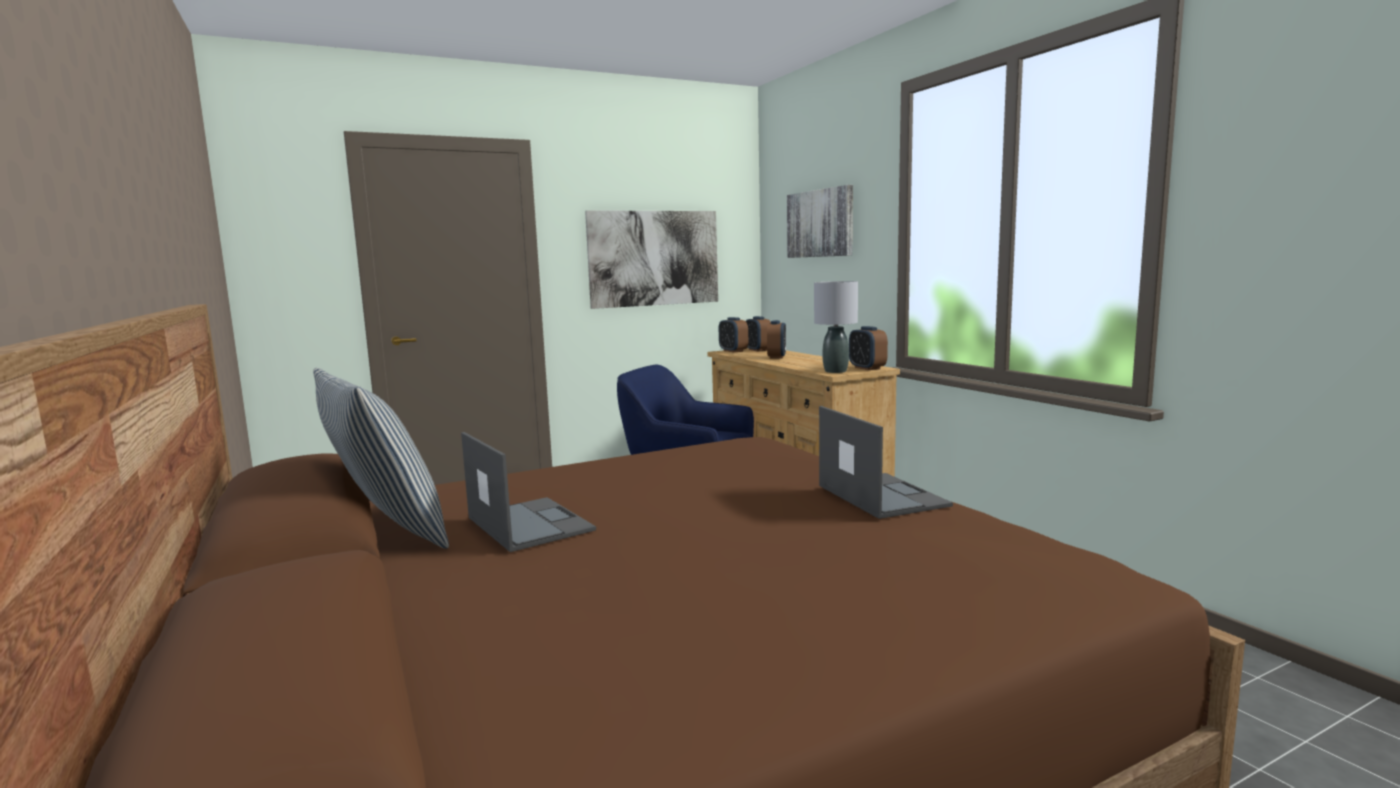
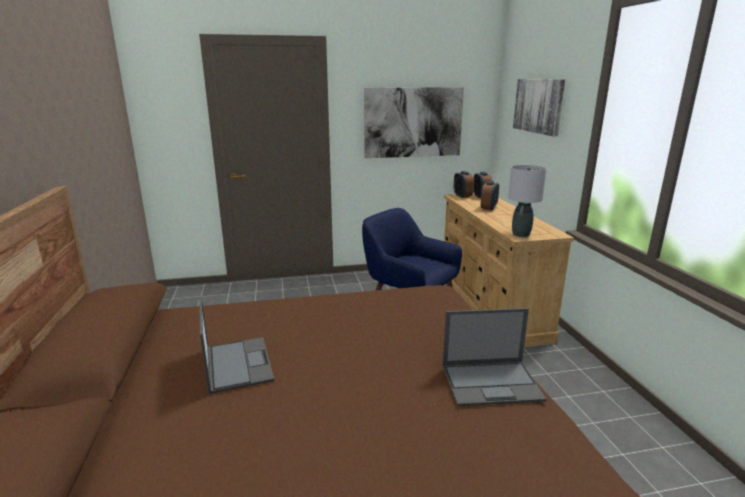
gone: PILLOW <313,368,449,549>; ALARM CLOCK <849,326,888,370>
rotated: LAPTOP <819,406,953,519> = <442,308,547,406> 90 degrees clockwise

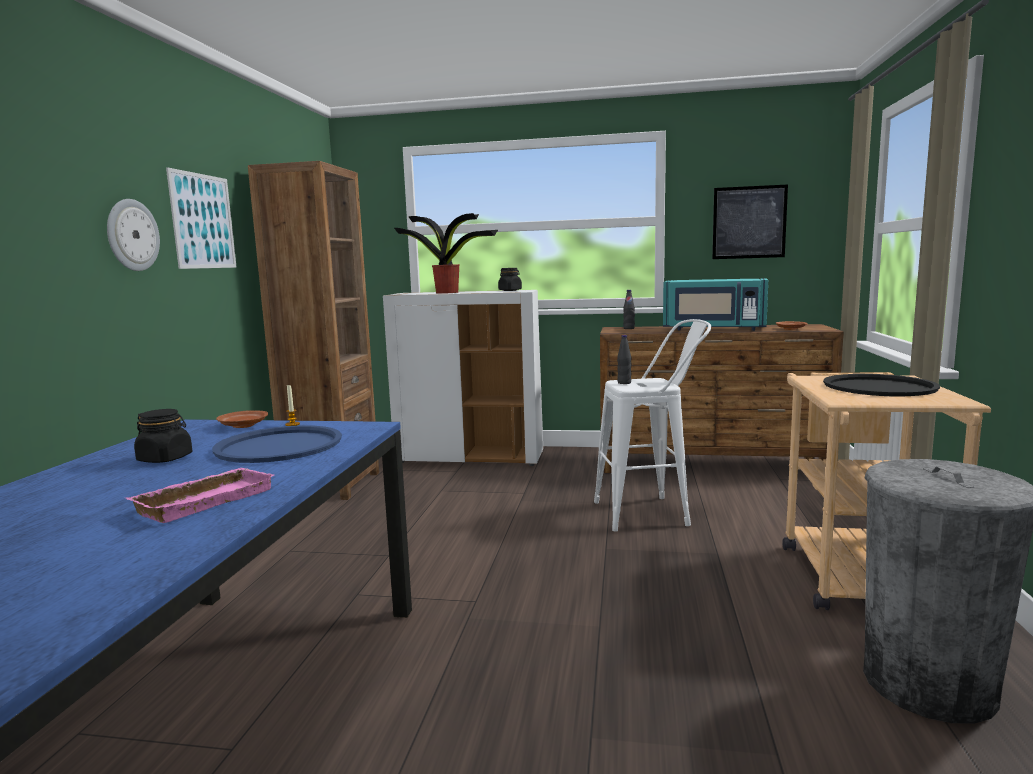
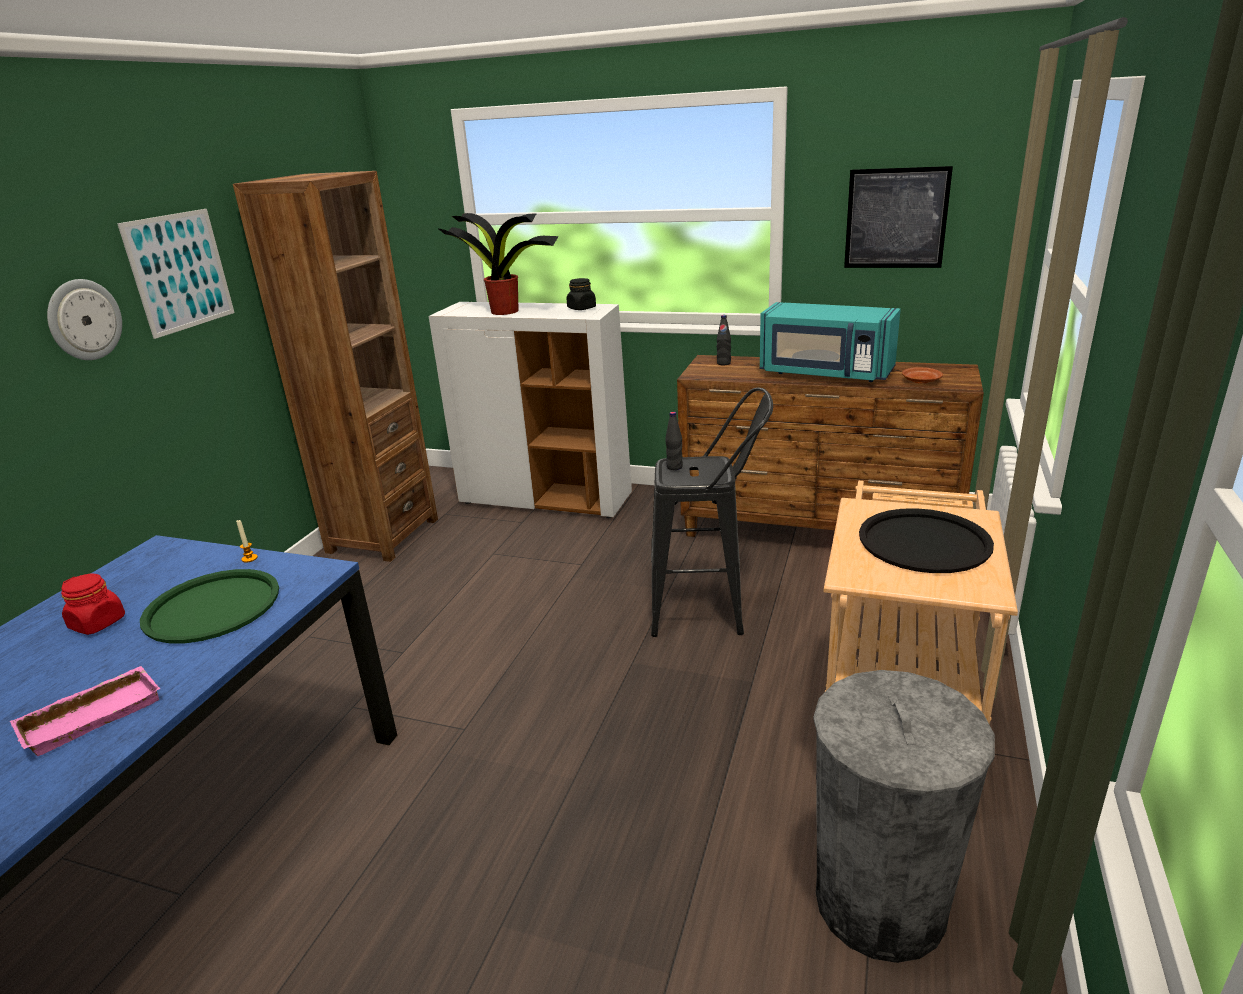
gone: BROWN PLATE <216,410,268,428>
repainted: BLACK JAR <134,409,192,463> to RED JAR <61,574,125,635>; BLUE TRAY <212,425,342,463> to GREEN TRAY <140,569,279,643>; WHITE STOOL <594,319,711,532> to BLACK STOOL <651,388,773,637>

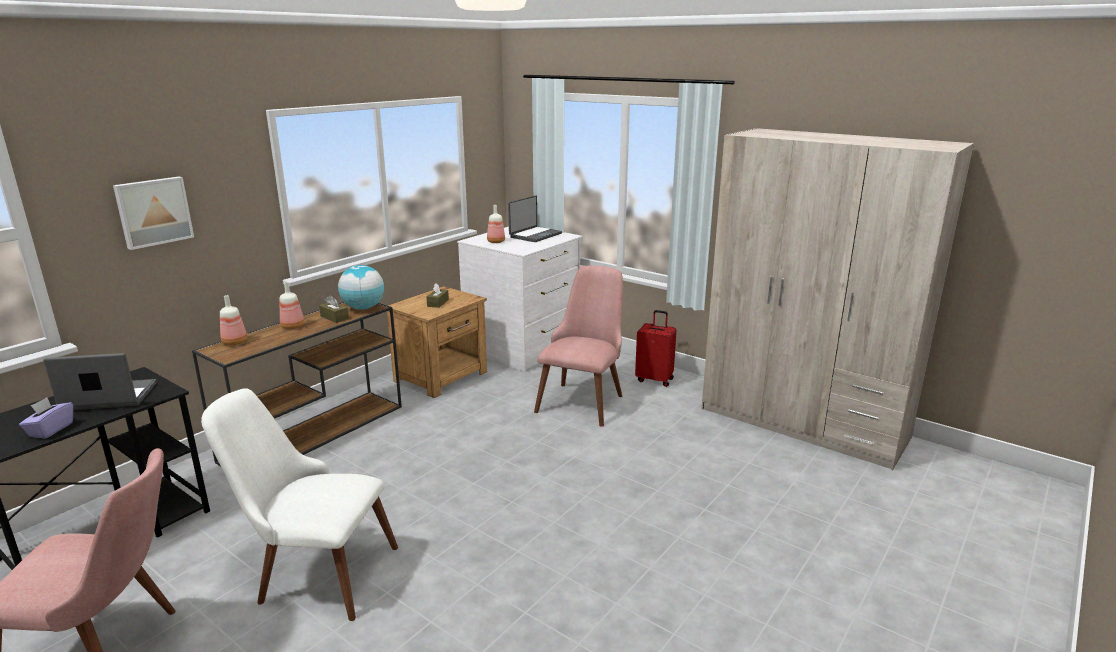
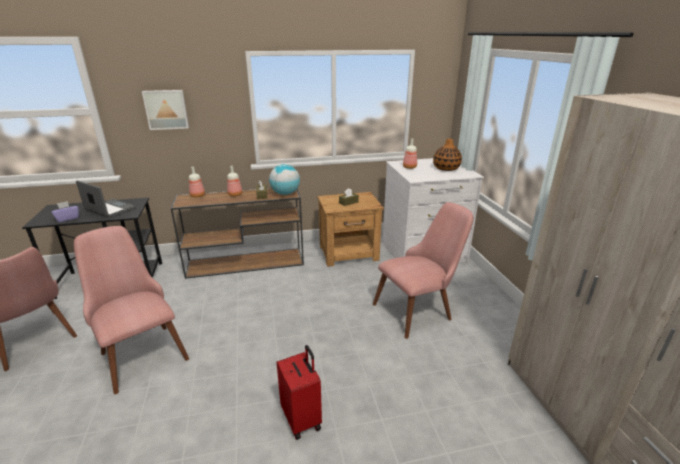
shifted: RED SUITCASE <635,310,677,387> to <277,345,322,440>
swapped: LAPTOP <508,195,562,242> to VASE <433,139,462,171>
repainted: WHITE CHAIR <201,388,398,621> to PINK CHAIR <74,226,189,394>

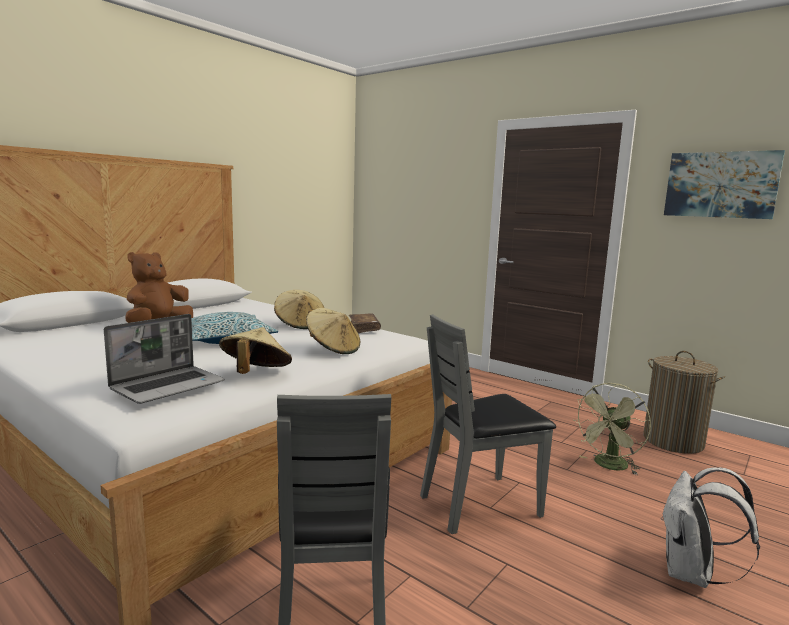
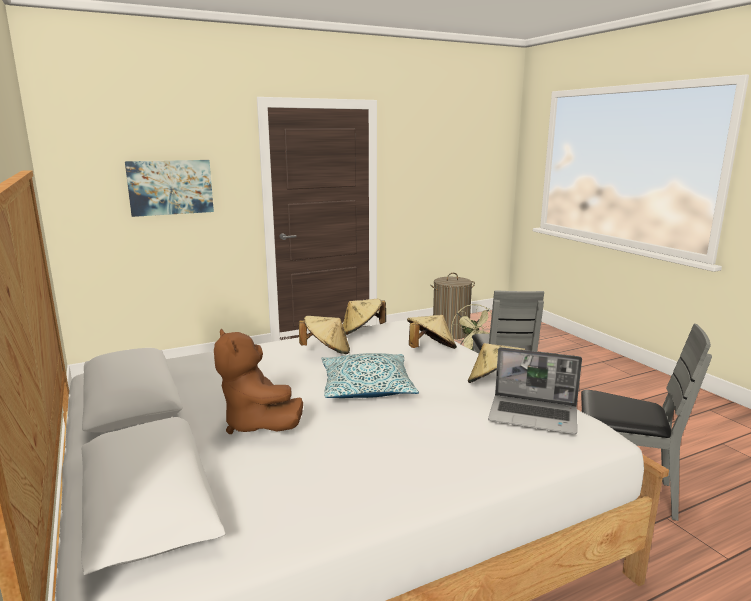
gone: WHITE BACKPACK <661,467,760,588>
shifted: PICTURE <664,150,785,219> to <125,160,214,217>
swapped: BROWN BOOK <349,313,381,333> to BEIGE HAT <343,299,386,335>
rotated: LAPTOP <104,314,225,404> = <488,347,582,434> 135 degrees clockwise

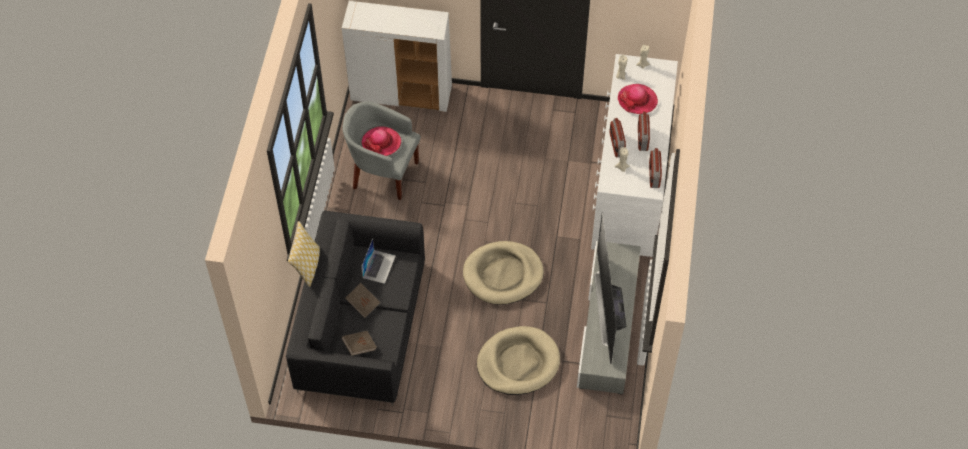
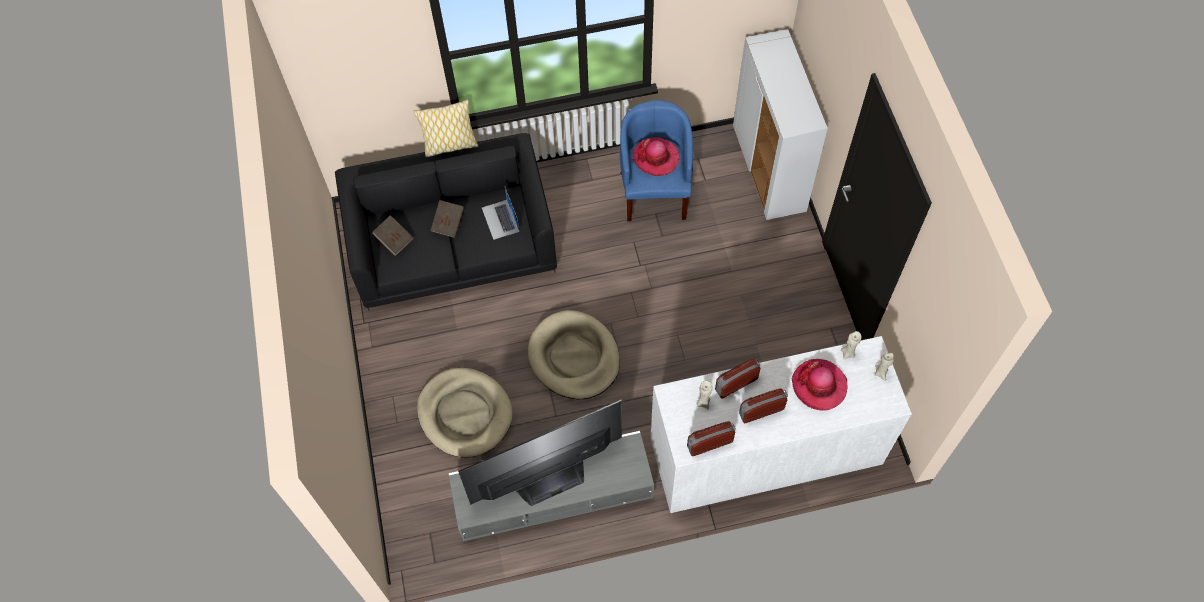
repainted: GREY ARMCHAIR <342,101,421,200> to BLUE ARMCHAIR <620,100,693,221>
rotated: LAPTOP <361,239,396,284> = <482,188,519,240> 75 degrees clockwise

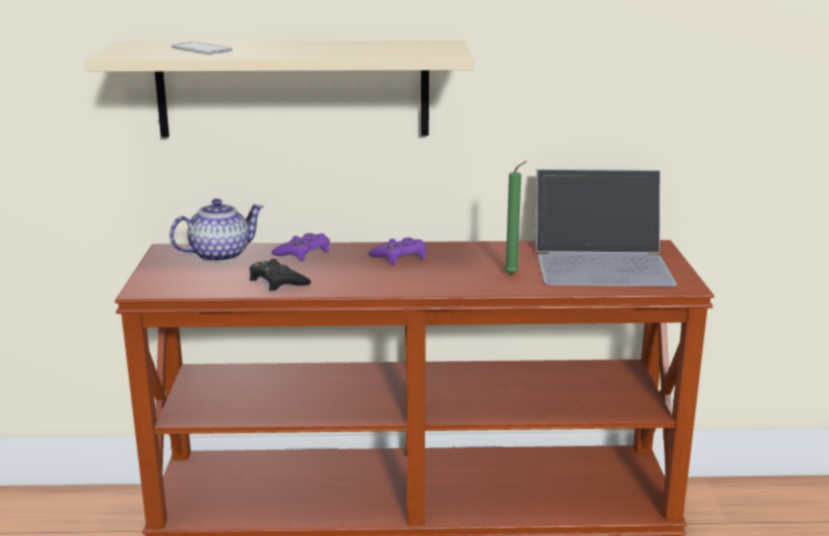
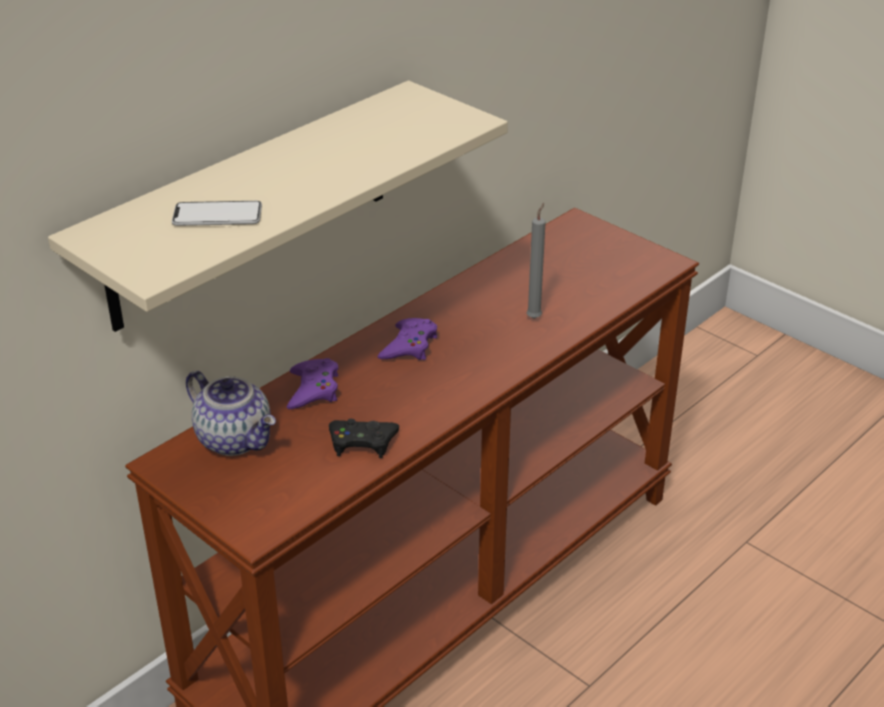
gone: LAPTOP <534,169,677,286>
repainted: GREEN CANDLE <504,161,527,275> to GREY CANDLE <526,203,546,319>
rotated: TEAPOT <170,199,264,262> = <186,371,276,456> 120 degrees clockwise

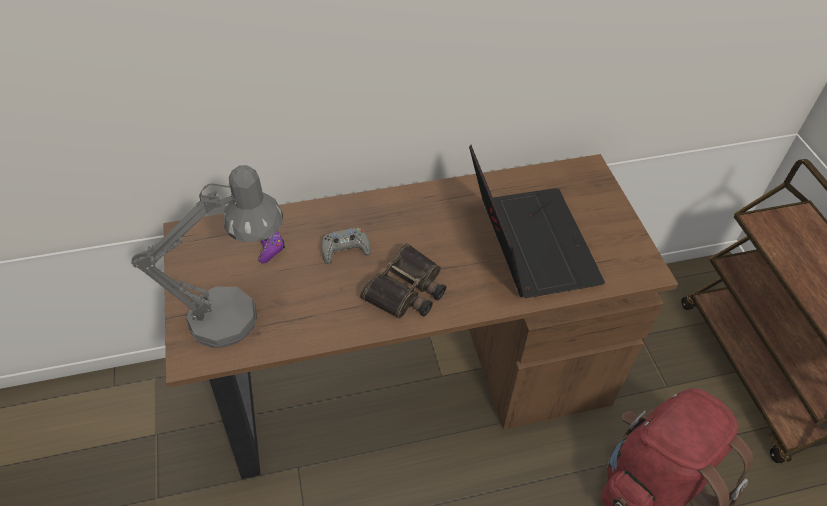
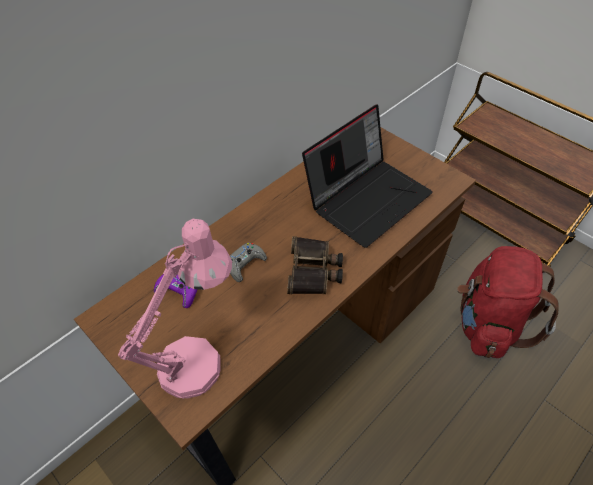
repainted: GREY TABLE LAMP <131,165,283,348> to PINK TABLE LAMP <118,219,232,399>
rotated: LAPTOP <469,145,605,298> = <302,104,433,248> 90 degrees clockwise

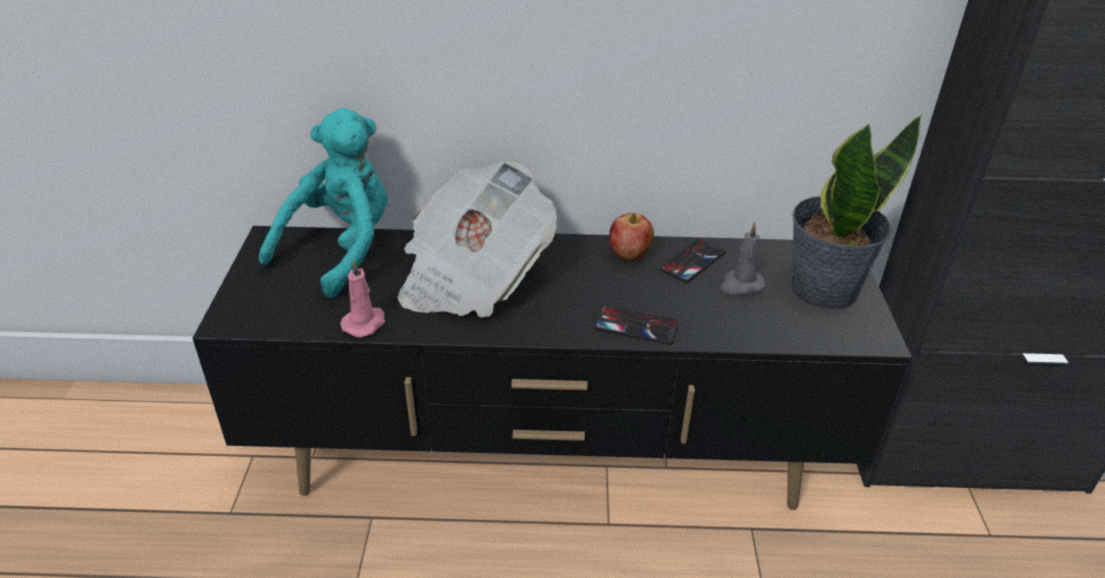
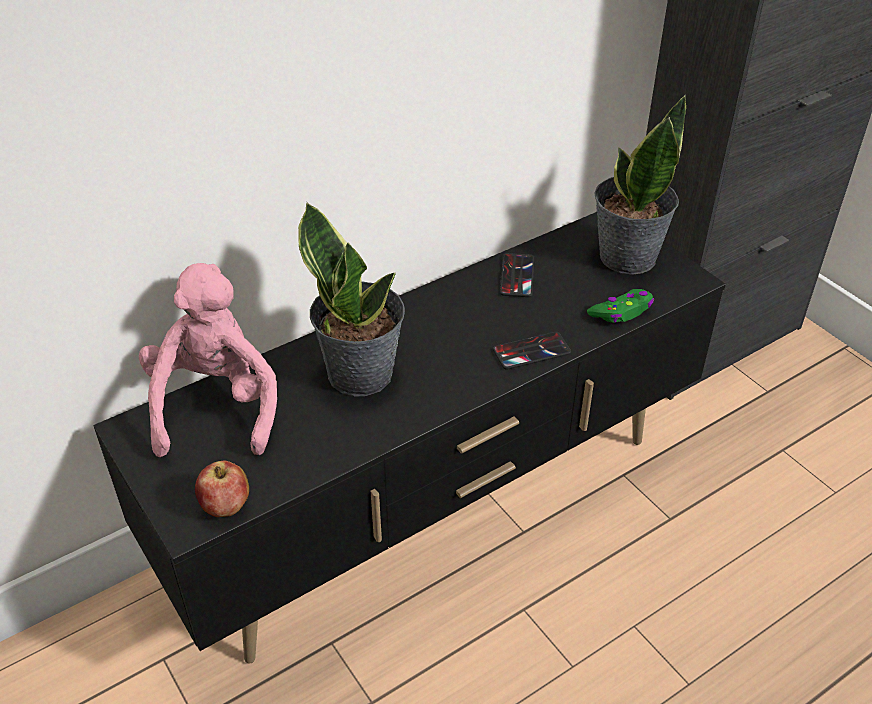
gone: PINK CANDLE <340,260,385,337>; GREY CANDLE <720,222,765,295>
new: GREEN GAME CONTROLLER <587,289,654,323>
shifted: APPLE <609,213,654,261> to <195,461,249,517>
swapped: NEWSPAPER <398,161,557,318> to POTTED PLANT <298,202,405,397>
repainted: TURQUOISE PLUSH TOY <259,108,388,298> to PINK PLUSH TOY <139,263,277,457>

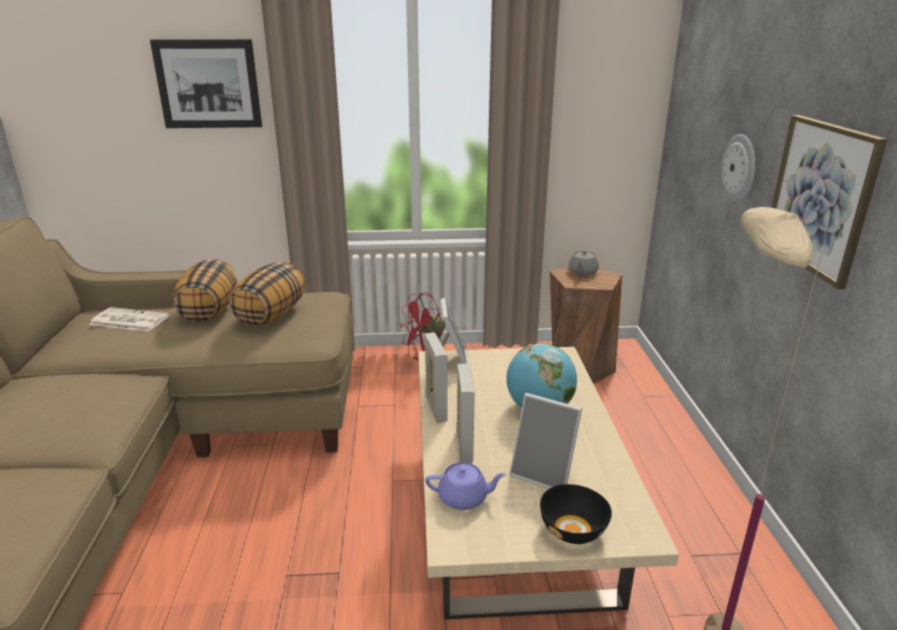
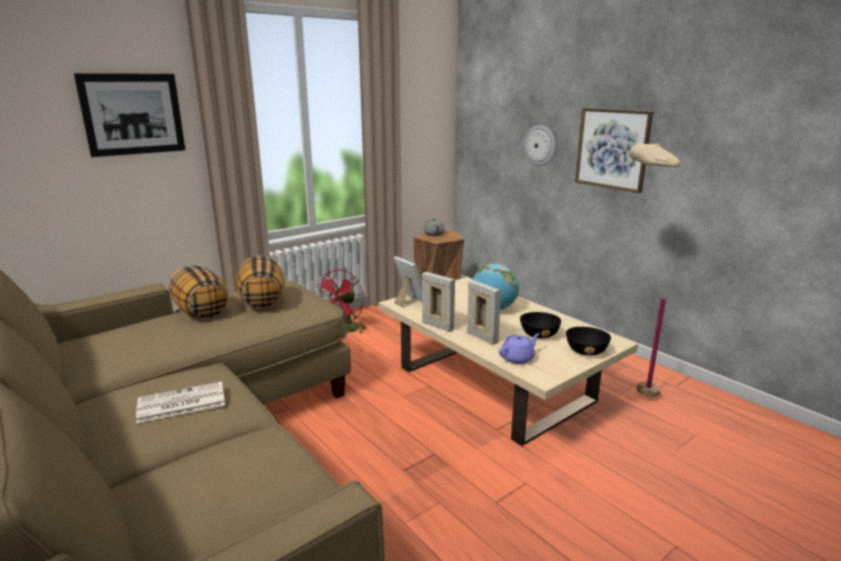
shifted: NEWSPAPER <89,307,170,332> to <136,381,225,423>
swapped: PICTURE FRAME <509,393,582,489> to BLACK BOWL <520,312,561,338>

